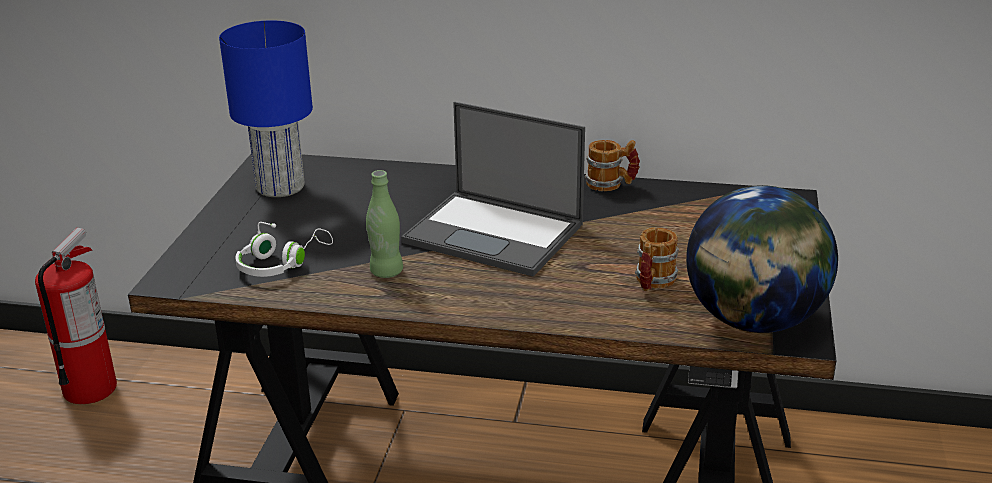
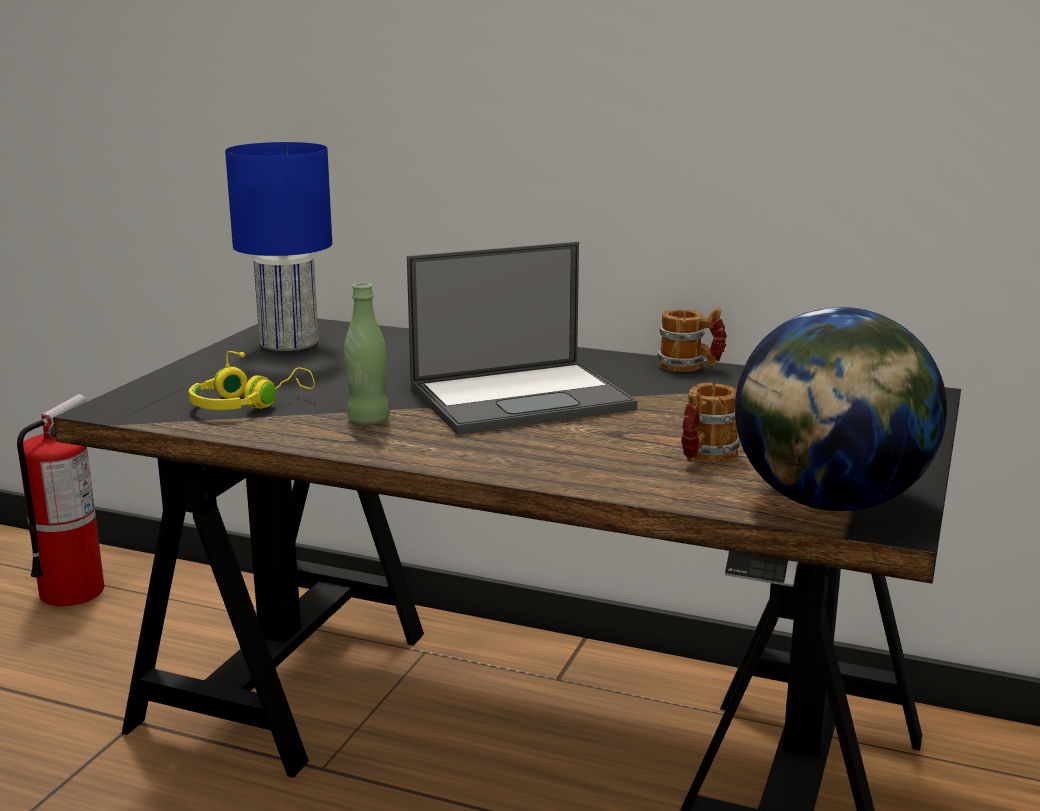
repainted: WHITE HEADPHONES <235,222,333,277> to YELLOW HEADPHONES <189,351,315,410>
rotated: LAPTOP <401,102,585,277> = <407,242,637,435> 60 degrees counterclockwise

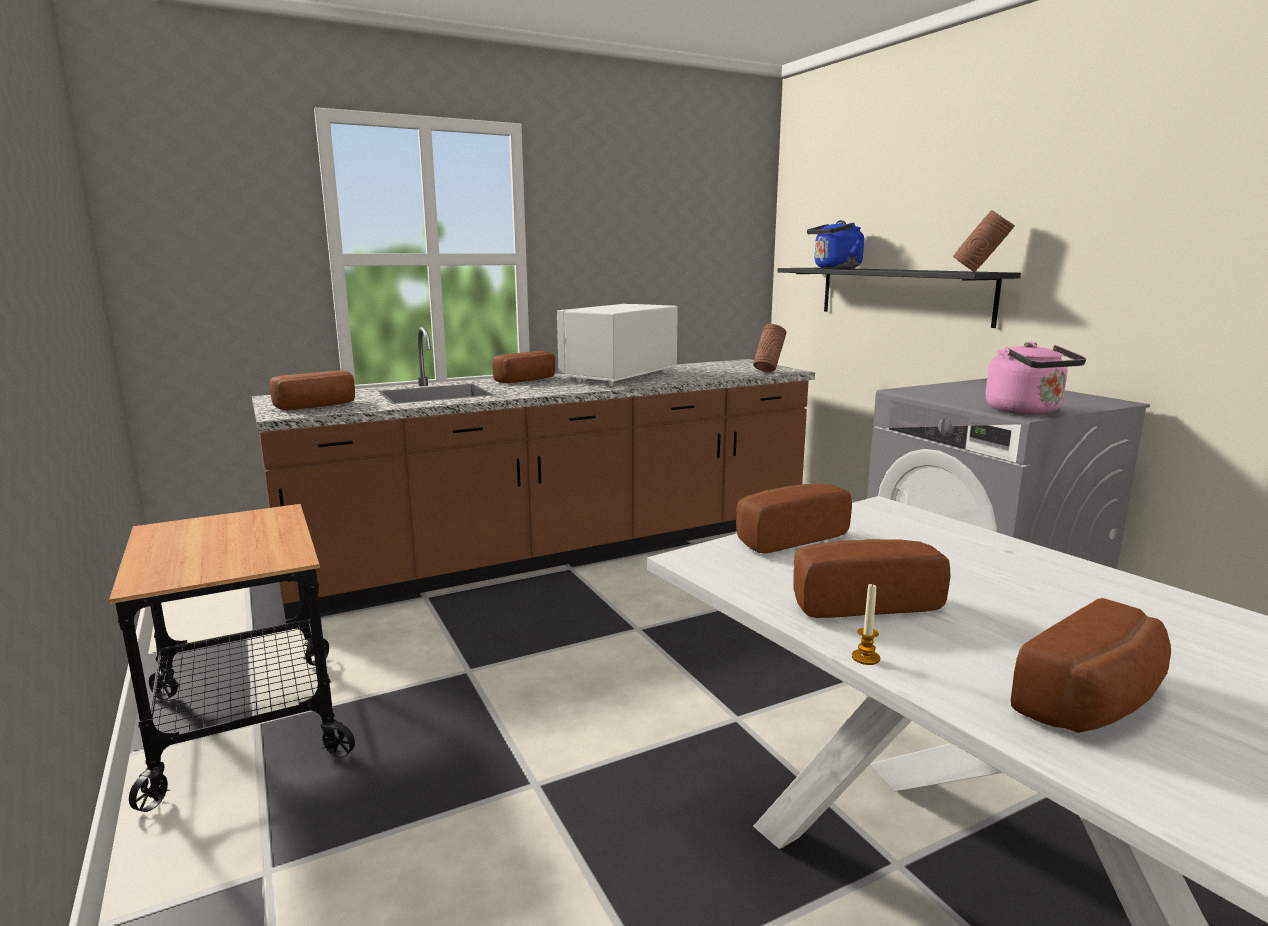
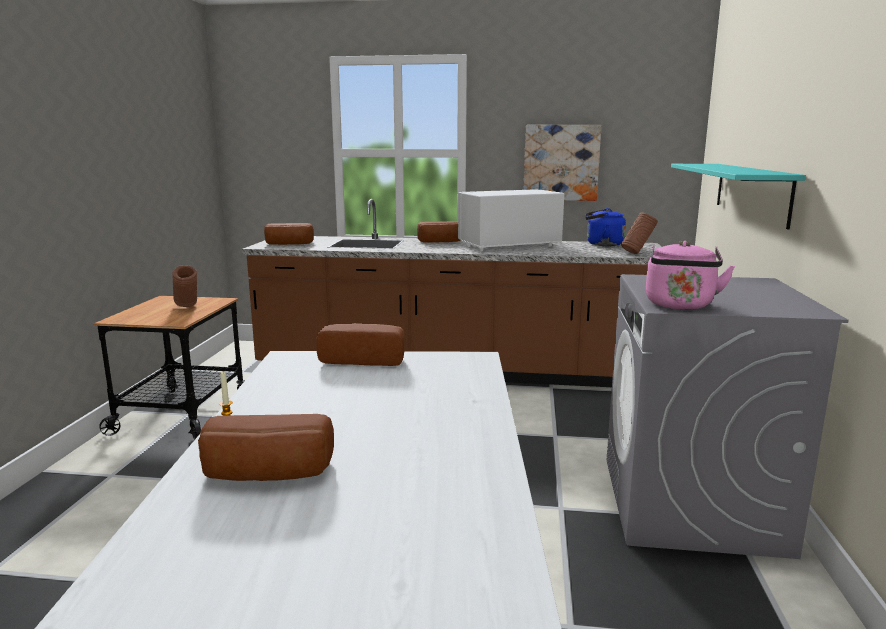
gone: BREAD <793,539,950,618>
new: PICTURE <524,125,601,201>
shifted: BLUE KETTLE <807,220,864,269> to <585,208,626,246>; BROWN VASE <953,210,1015,272> to <172,265,197,307>
repainted: BLACK SHELF <778,268,1021,328> to TURQUOISE SHELF <671,164,806,229>

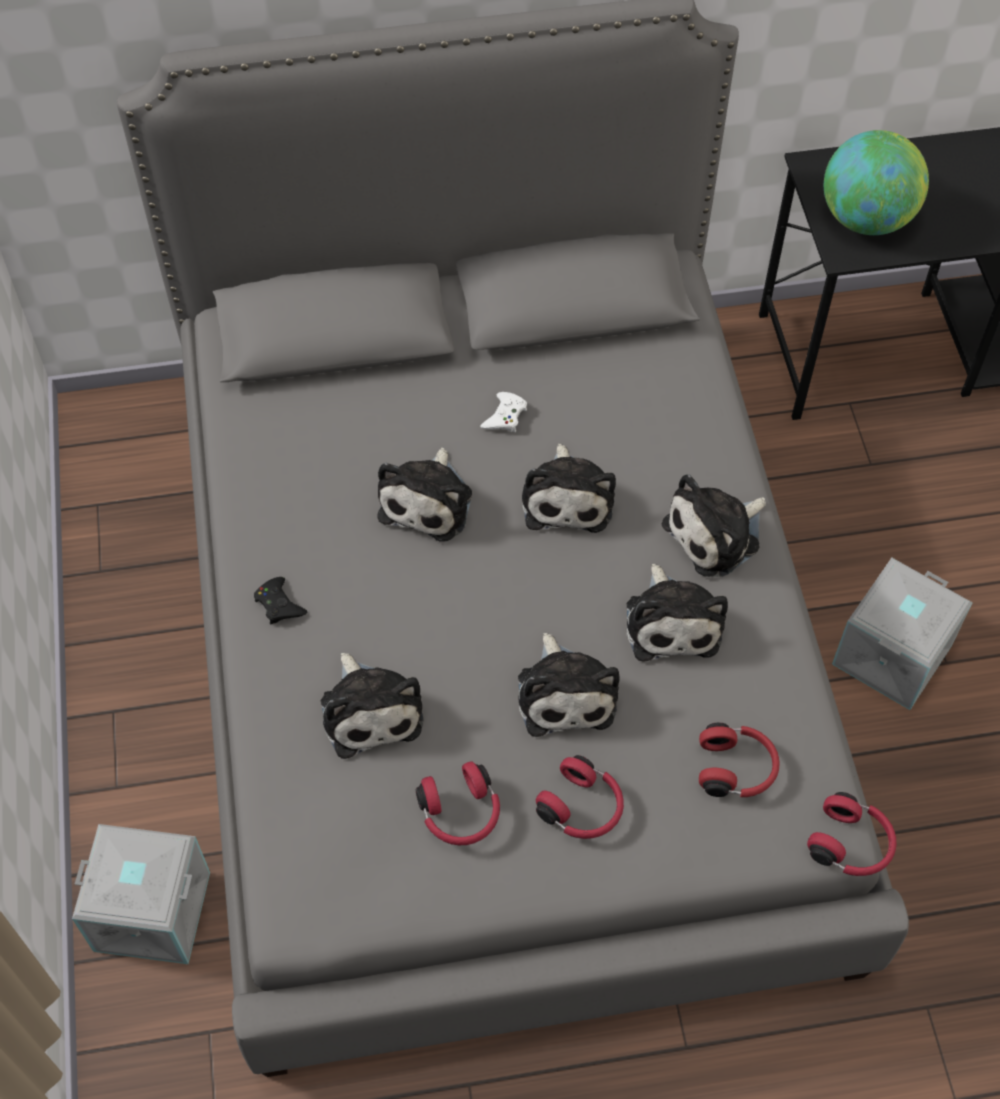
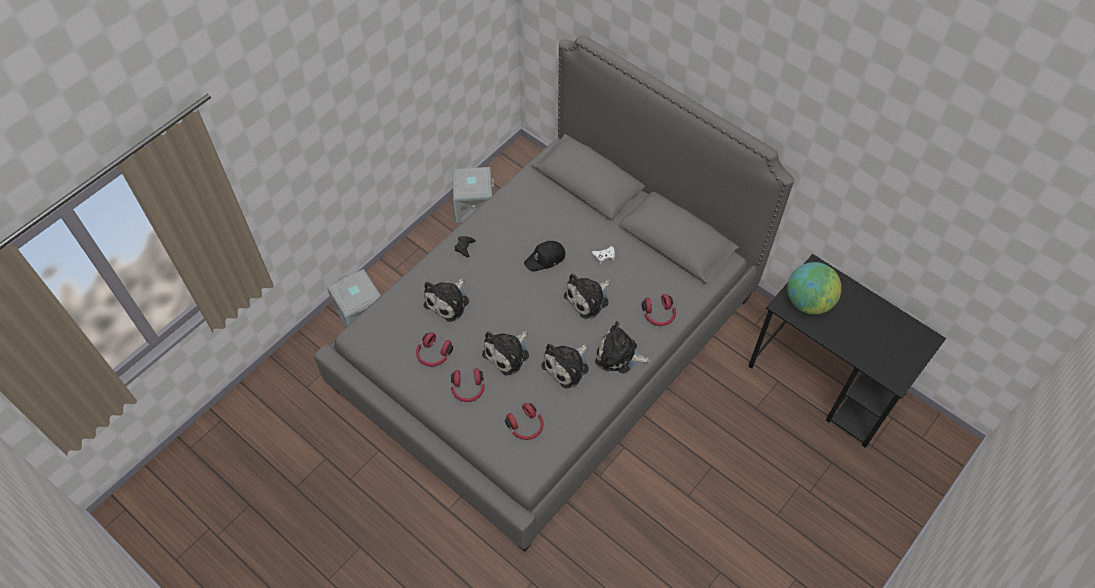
shifted: RED HEADPHONES <807,792,896,876> to <642,294,676,326>; GREY STORAGE BOX <832,558,973,710> to <450,167,494,222>
swapped: PLUSH TOY <377,448,472,542> to BLACK CAP <524,241,565,271>

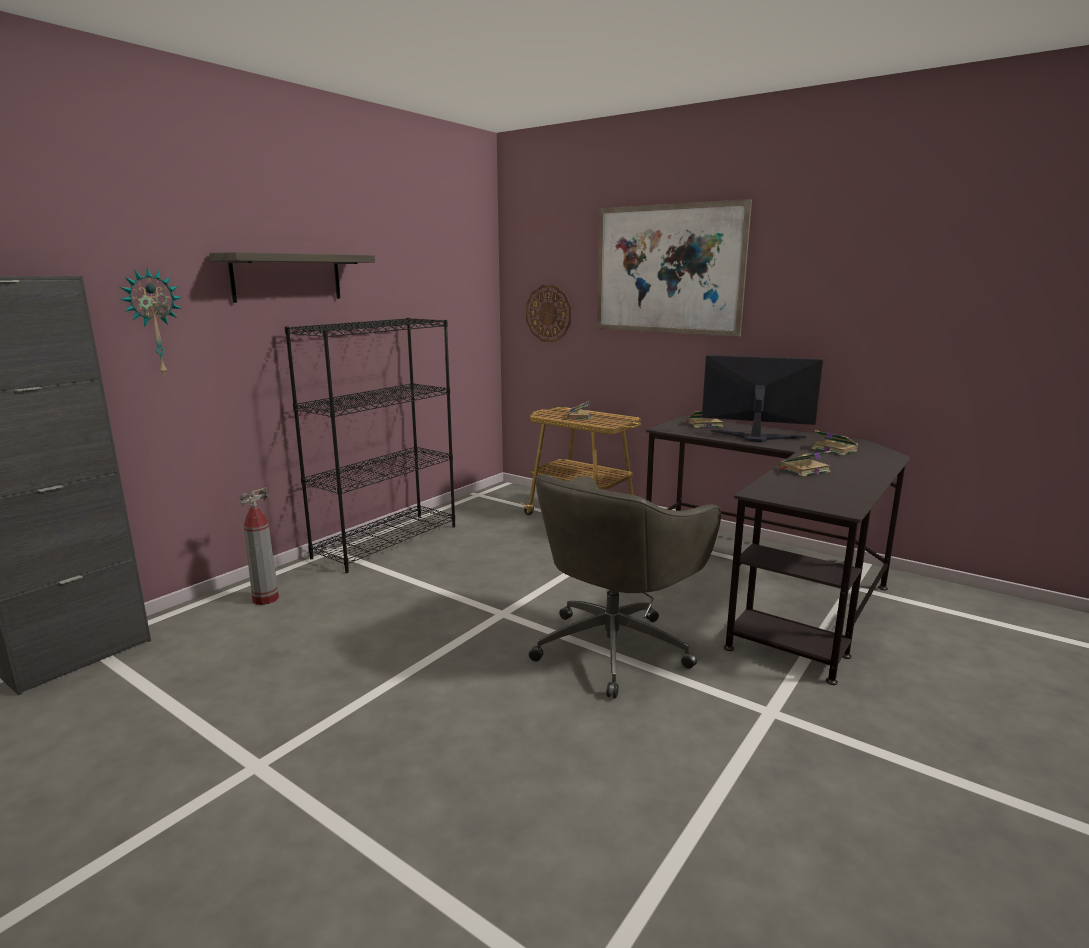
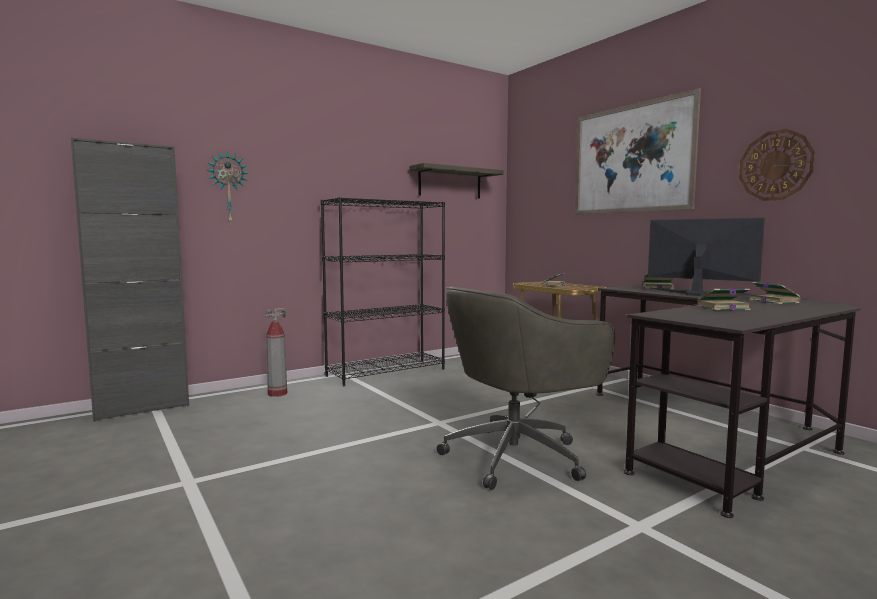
shifted: SHELF <209,252,375,303> to <409,163,504,199>; WALL CLOCK <526,285,572,342> to <739,129,815,201>

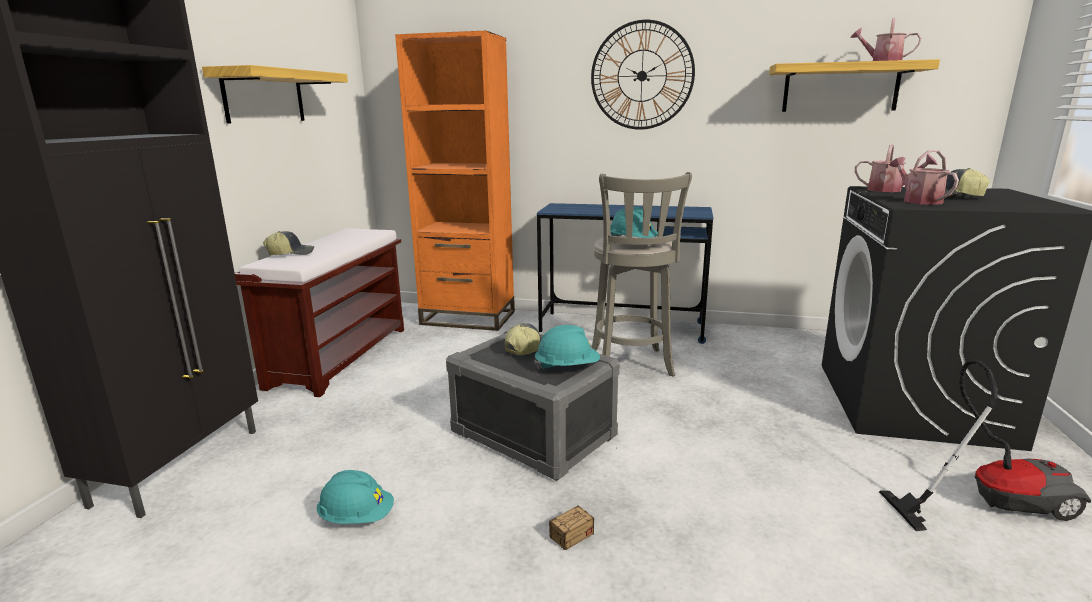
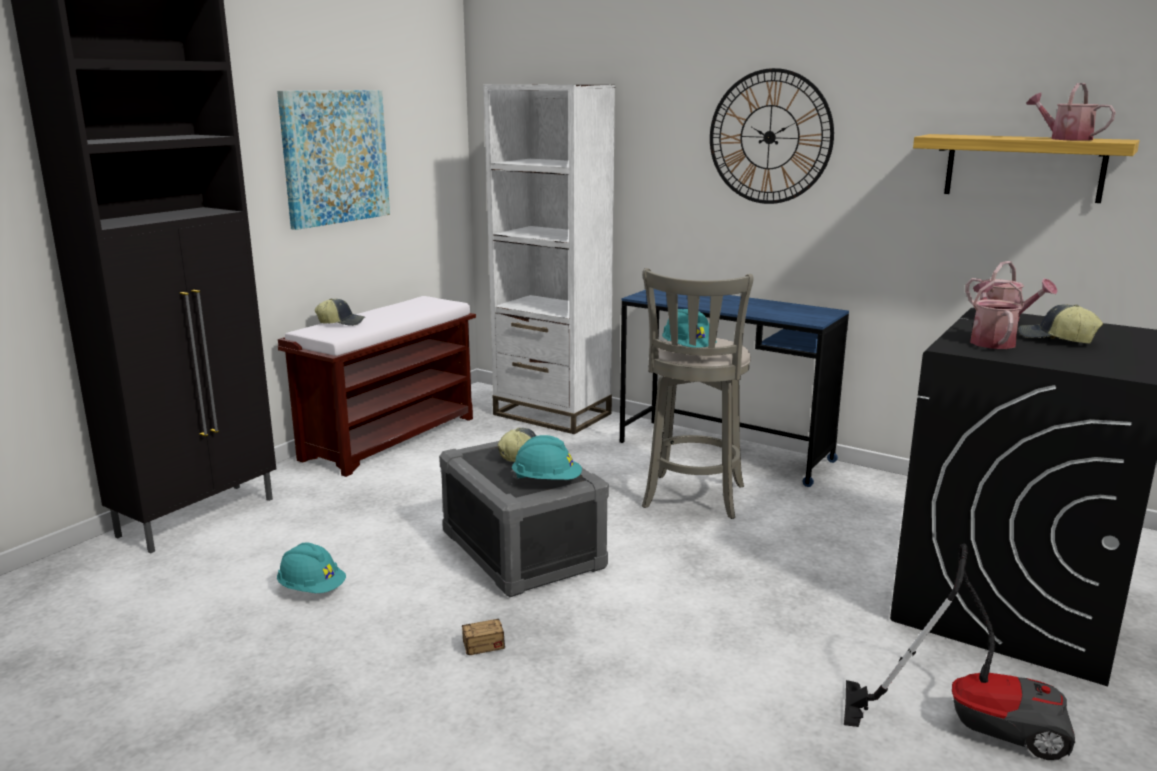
swapped: SHELF <202,65,348,124> to PICTURE <277,90,390,230>
repainted: ORANGE BOOKCASE <395,31,515,331> to WHITE BOOKCASE <484,85,615,434>

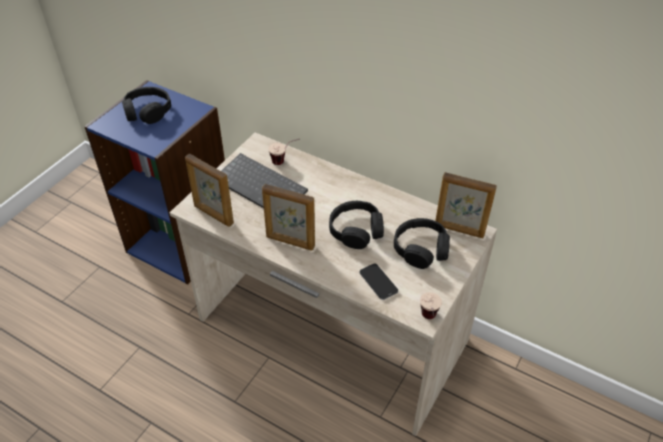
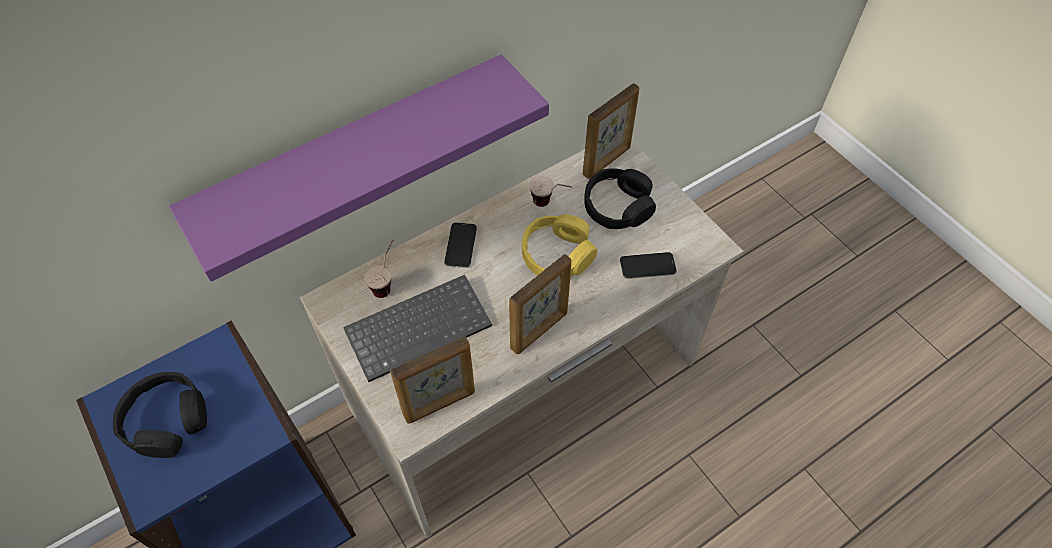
new: PURPLE SHELF <169,55,549,282>; PHONE <444,223,477,268>
shifted: CUP <420,292,442,319> to <529,176,572,207>
repainted: BLACK HEADPHONES <329,201,384,249> to YELLOW HEADPHONES <522,214,597,277>

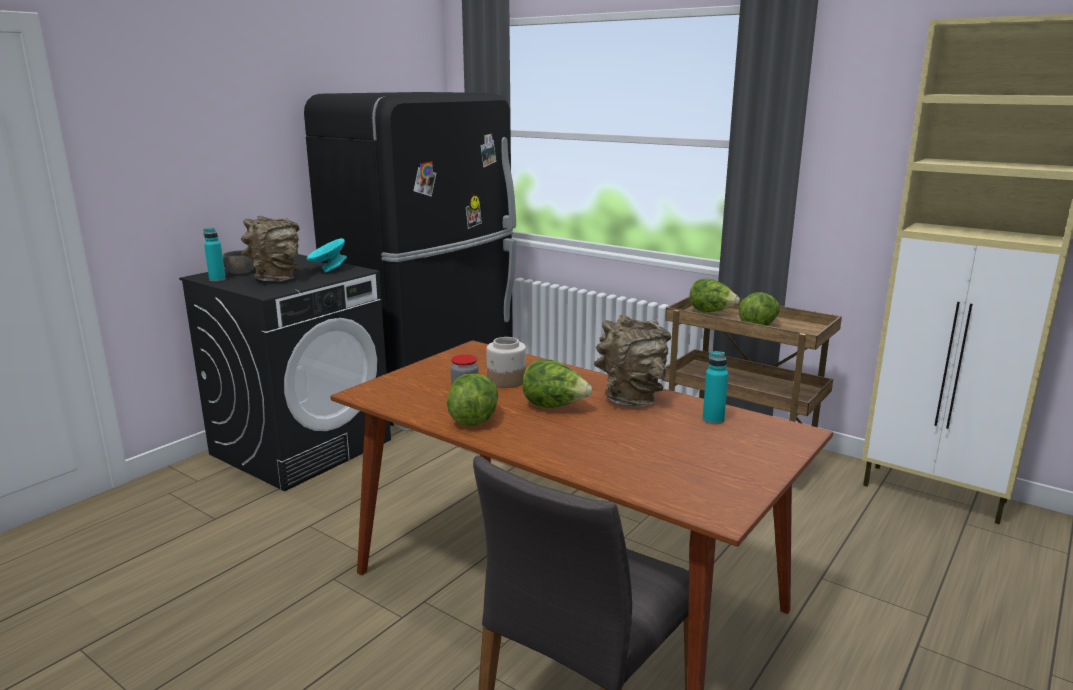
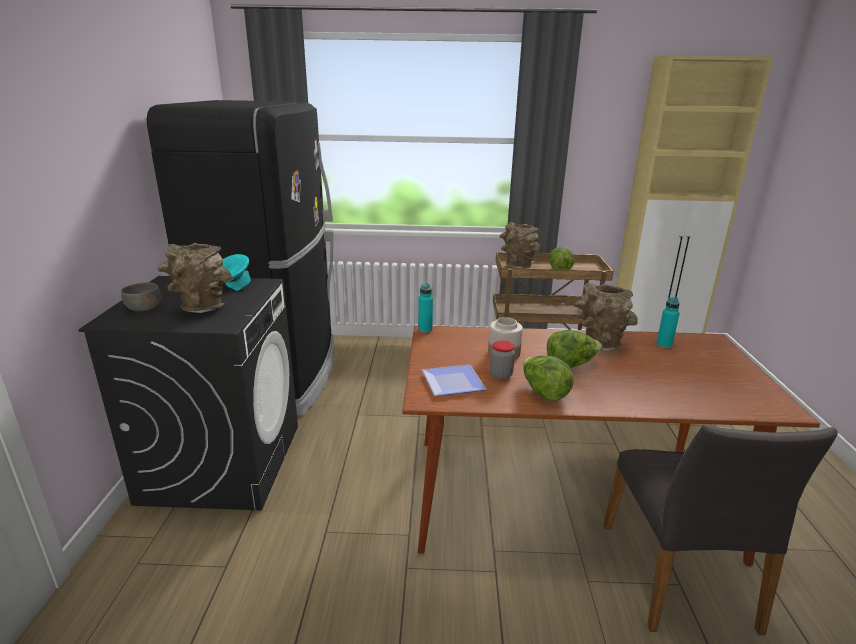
new: PLATE <422,364,486,396>
shifted: TURQUOISE BOTTLE <203,228,226,281> to <418,283,433,333>
swapped: LETTUCE <690,279,740,312> to BROWN VASE <500,222,541,268>

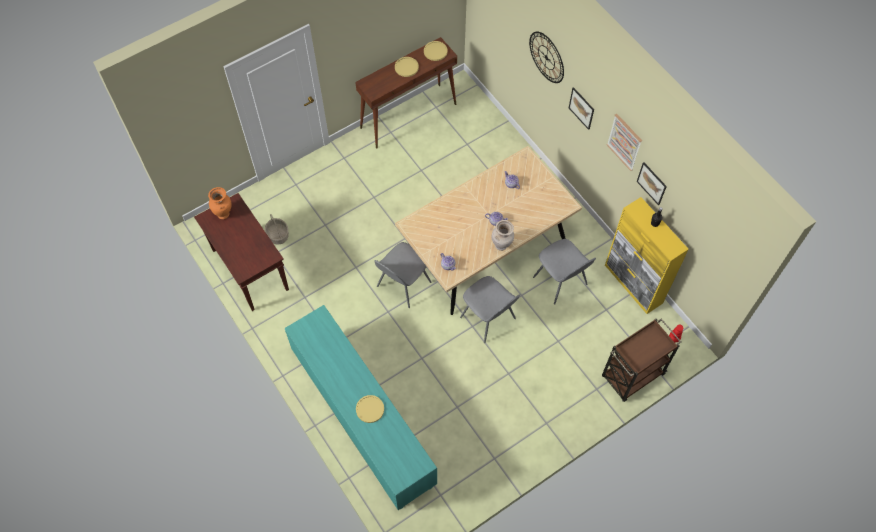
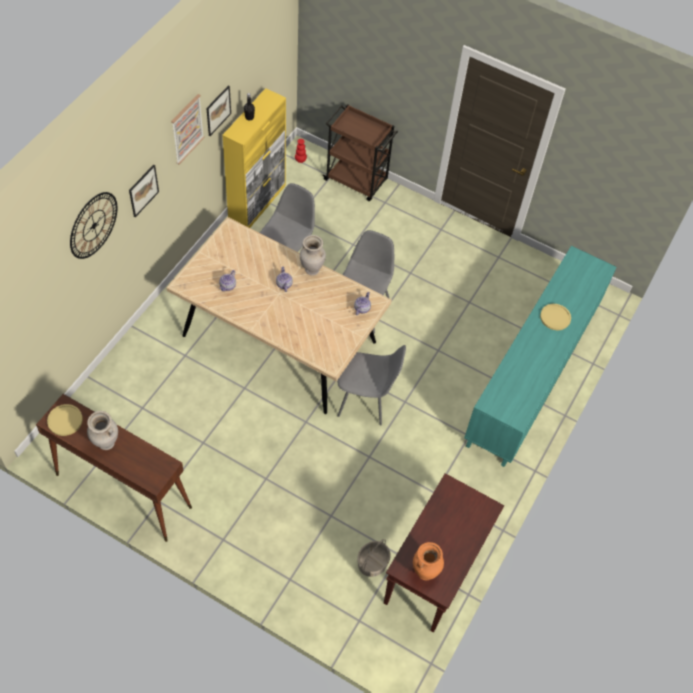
swapped: YELLOW PLATE <395,57,419,77> to BEIGE VASE <87,411,118,450>

